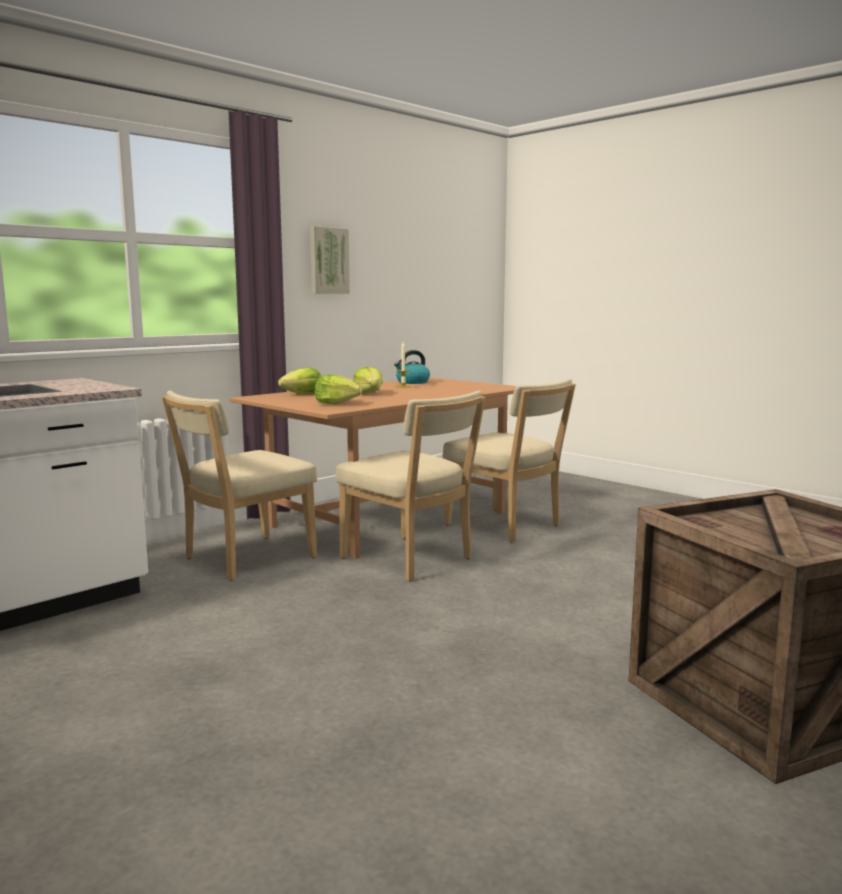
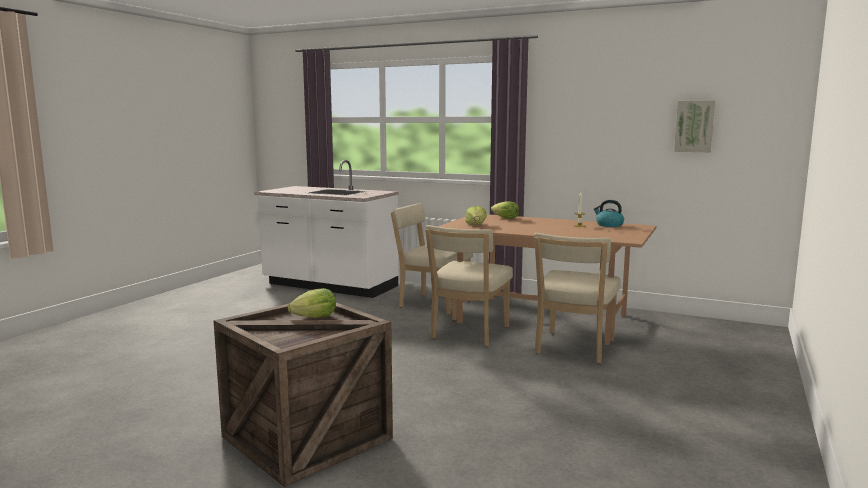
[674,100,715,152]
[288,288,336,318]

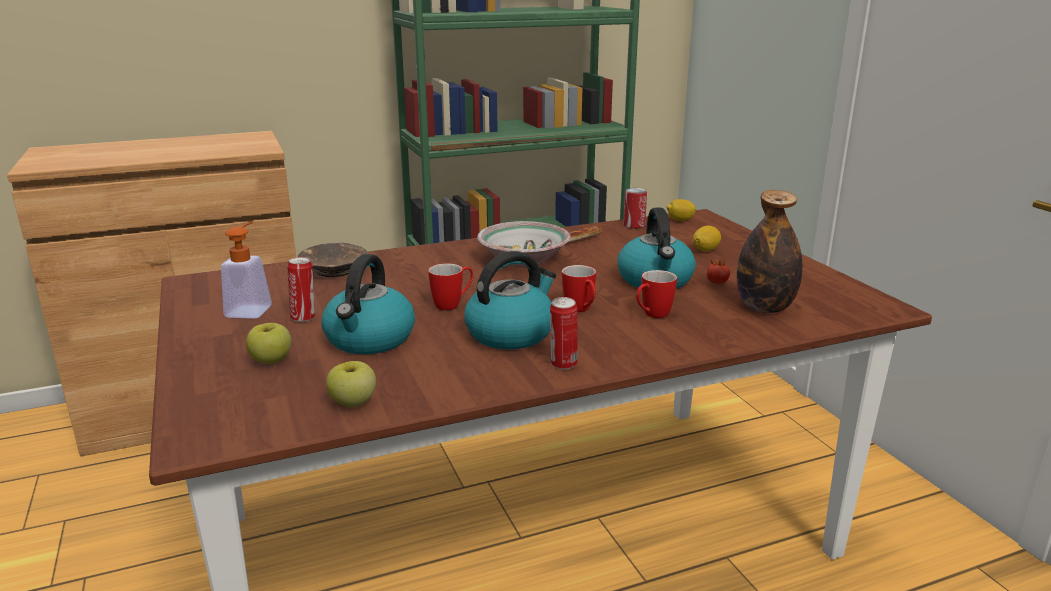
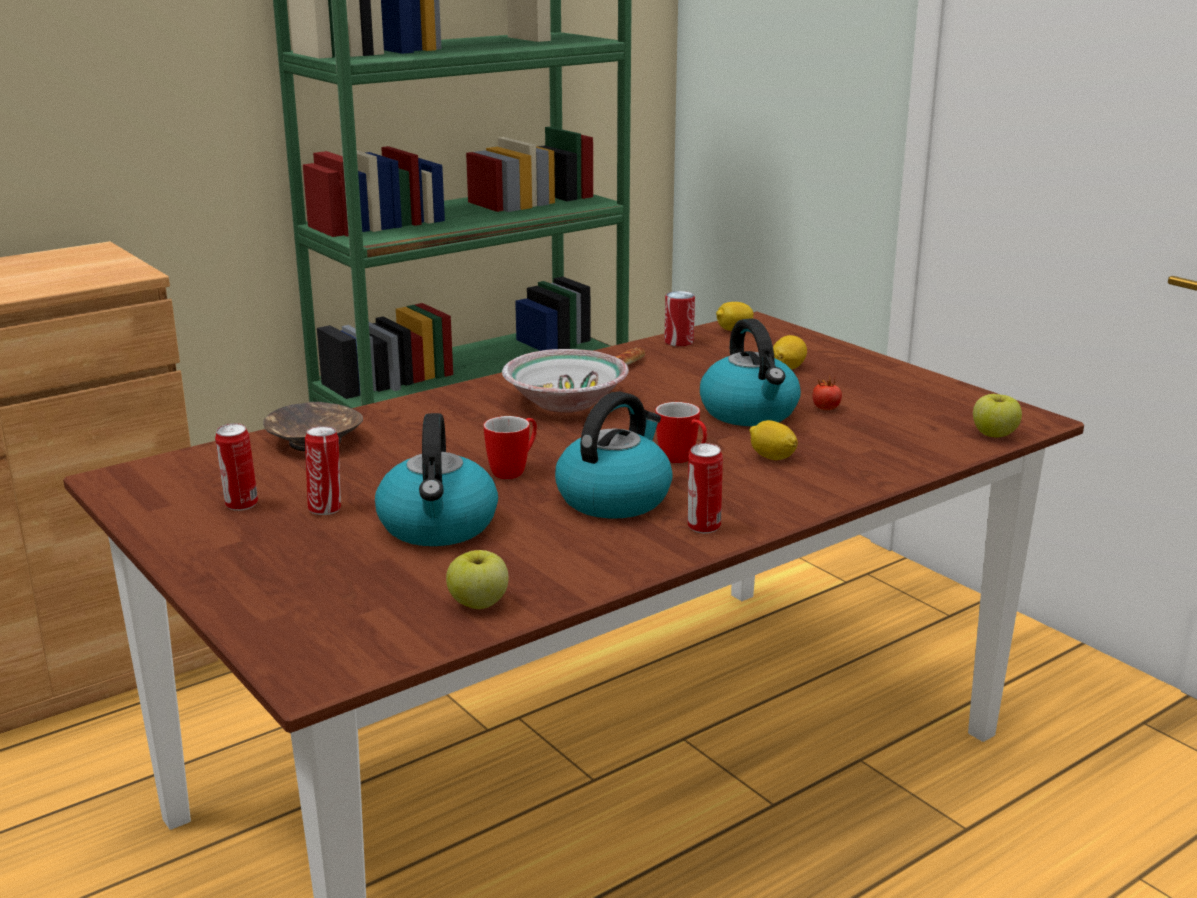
[737,190,802,313] (first image)
[215,423,258,511]
[749,420,798,460]
[973,394,1022,438]

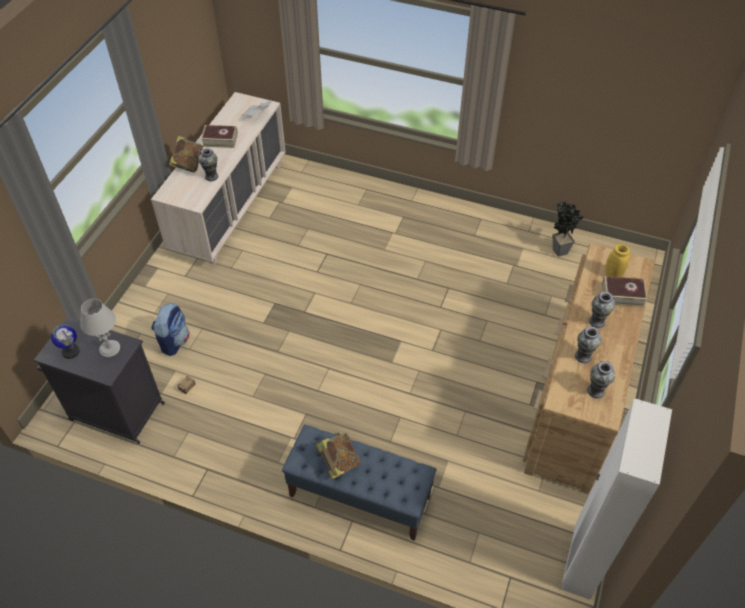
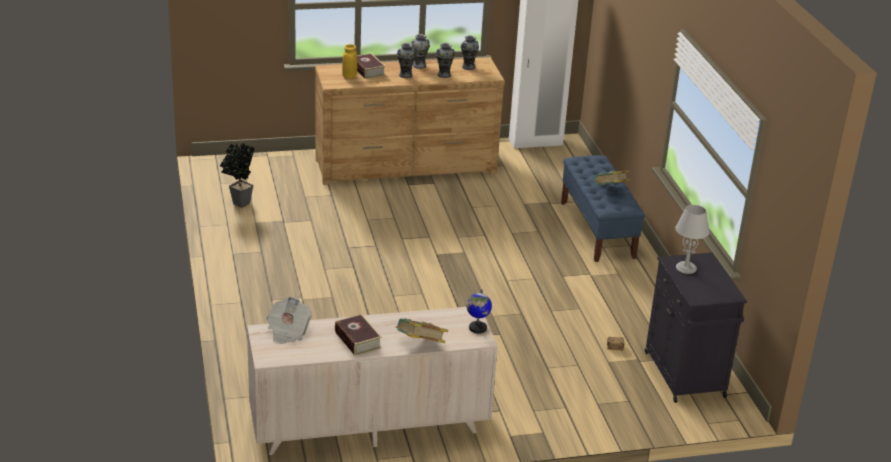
[411,34,430,69]
[152,303,190,356] (first image)
[466,289,492,334]

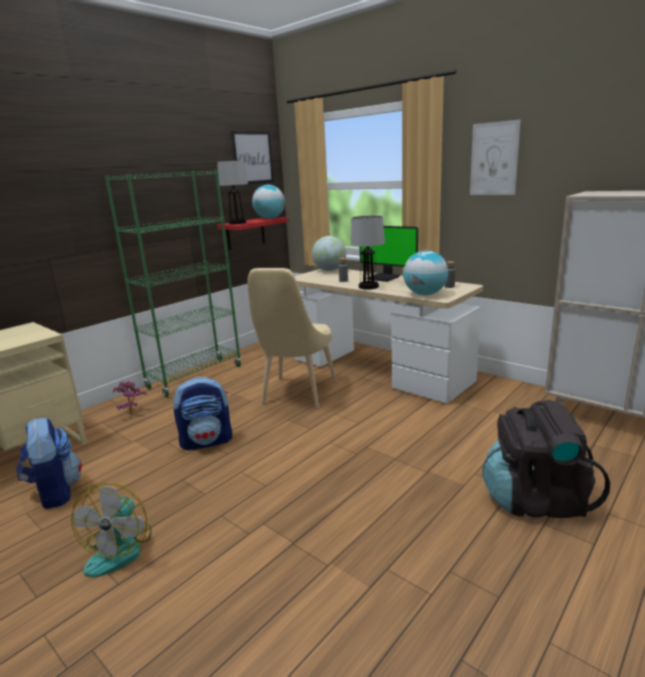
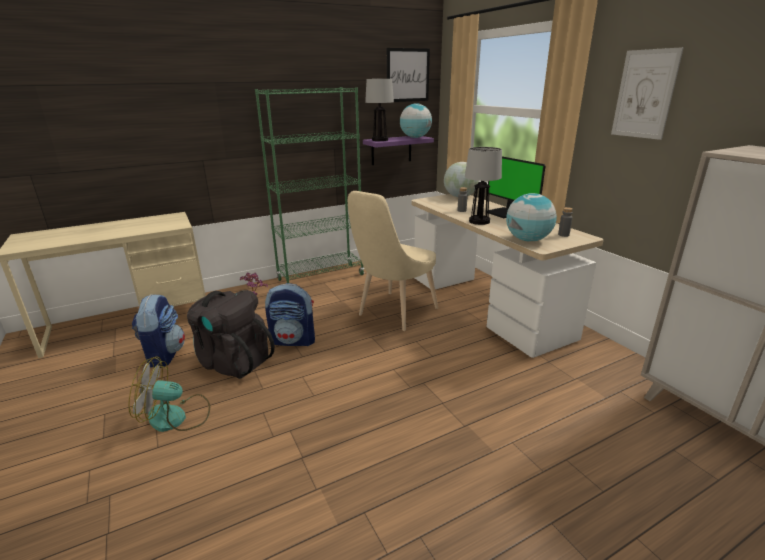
[363,136,434,165]
[187,290,275,379]
[128,356,210,432]

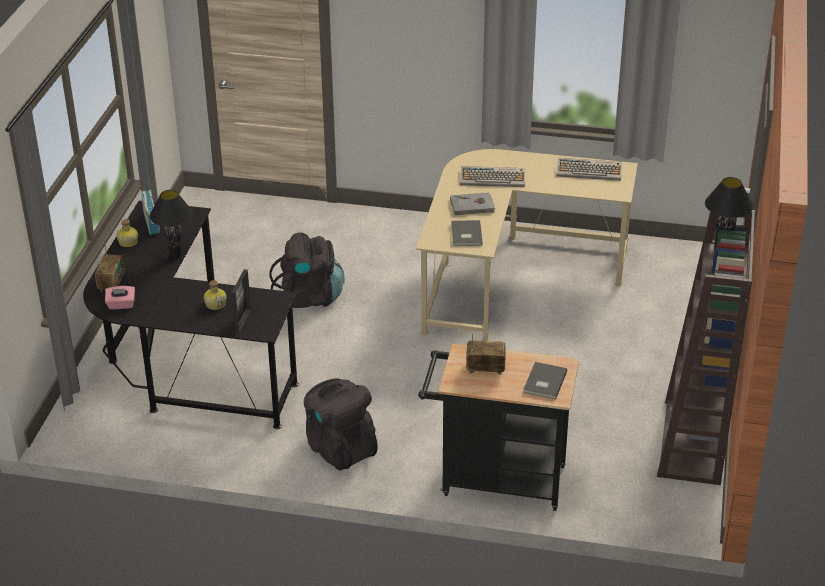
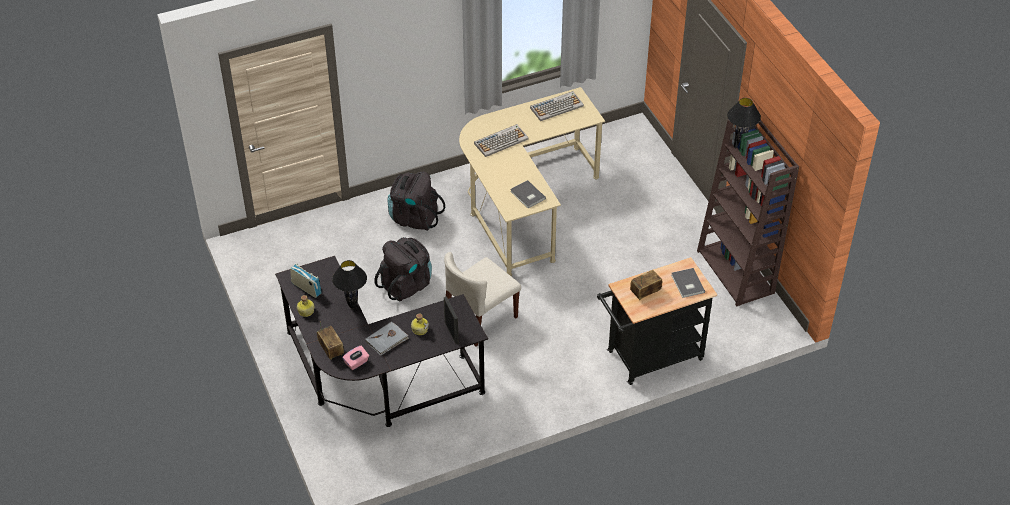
[365,322,409,356]
[388,171,445,231]
[444,252,521,347]

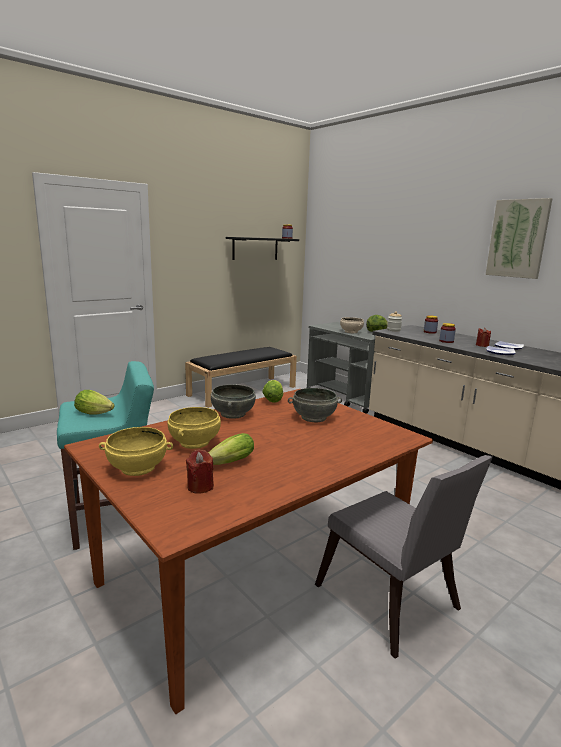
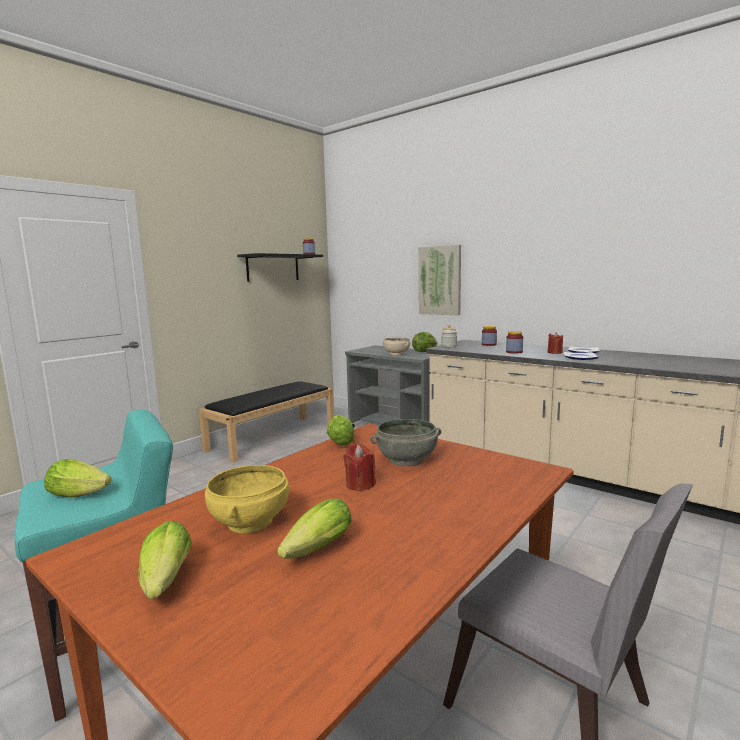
[418,245,461,315]
[211,384,256,419] (first image)
[138,521,192,599]
[344,444,376,491]

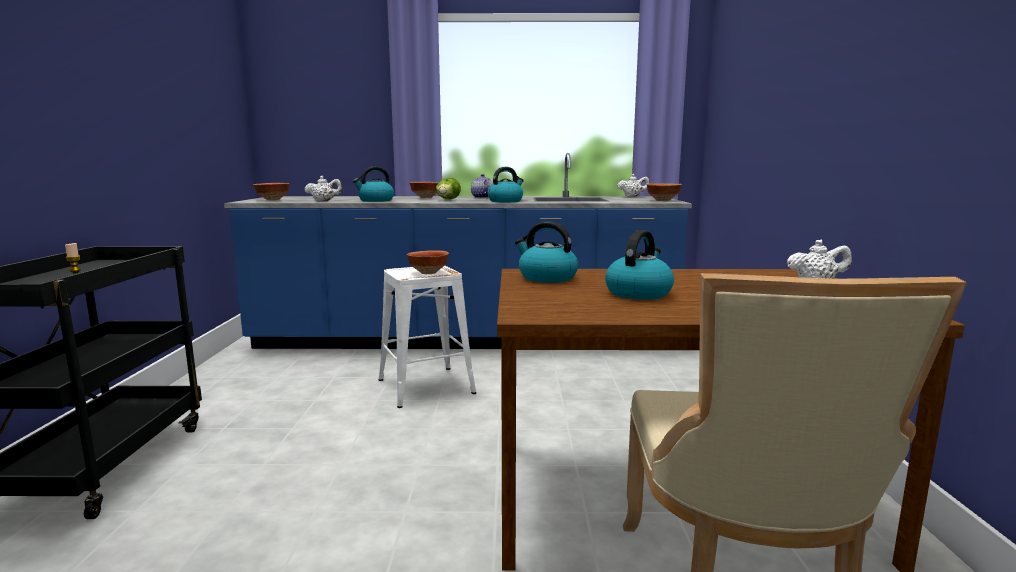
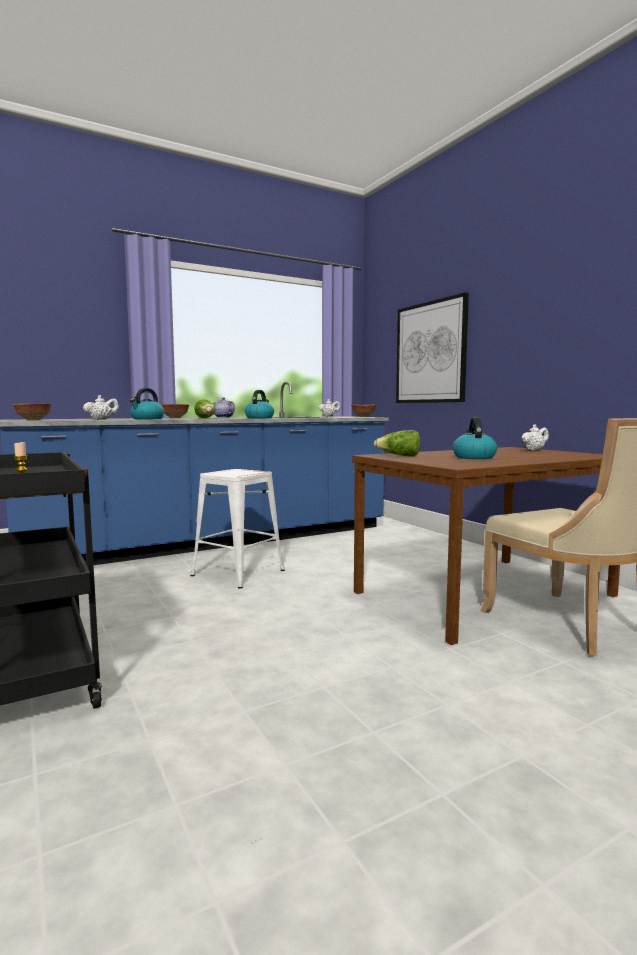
[373,430,420,456]
[407,250,449,274] (first image)
[396,292,469,403]

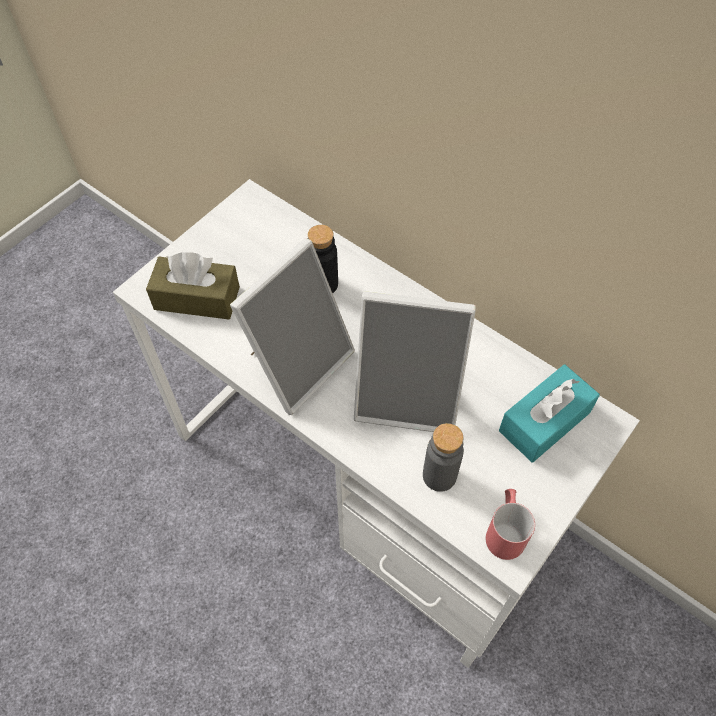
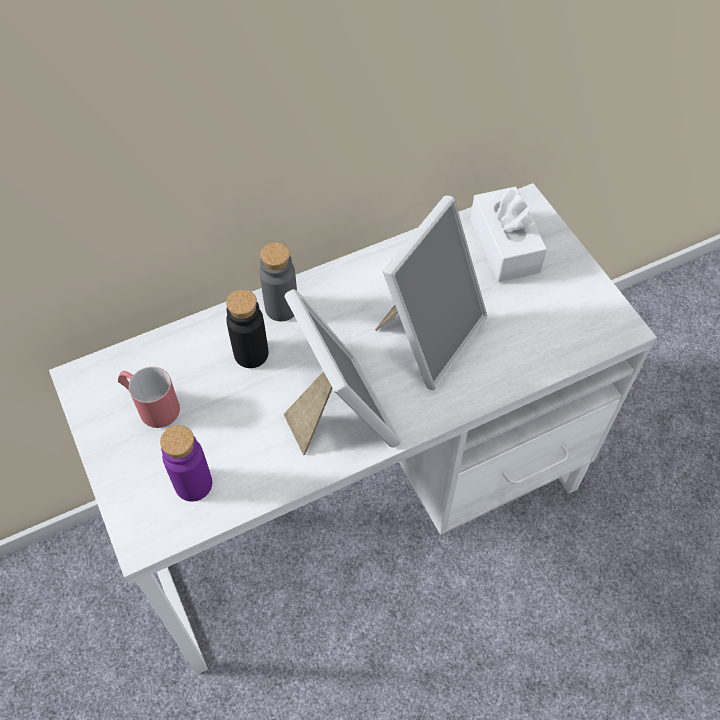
[160,425,212,502]
[470,187,547,282]
[259,242,297,321]
[118,367,180,428]

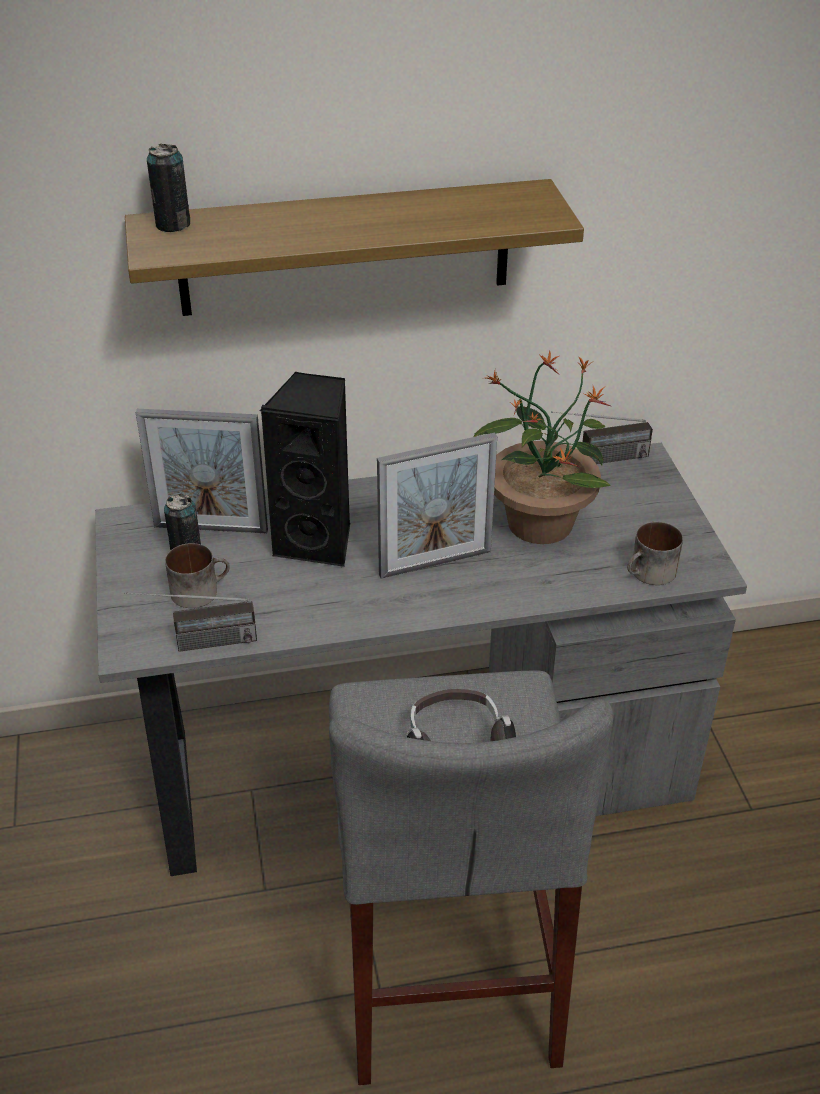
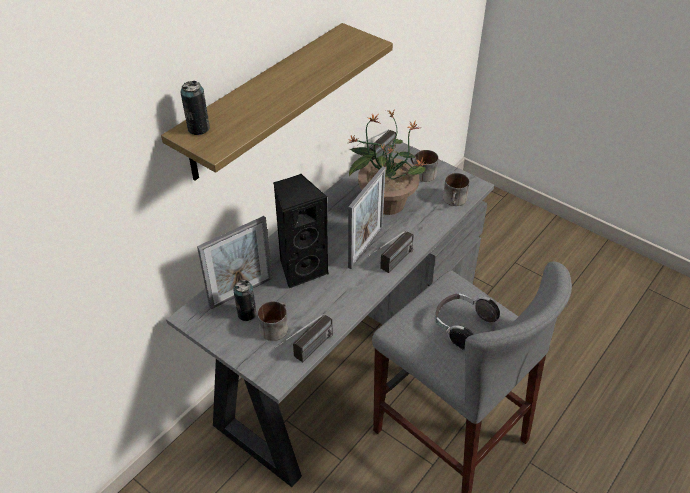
[410,150,438,182]
[368,231,414,273]

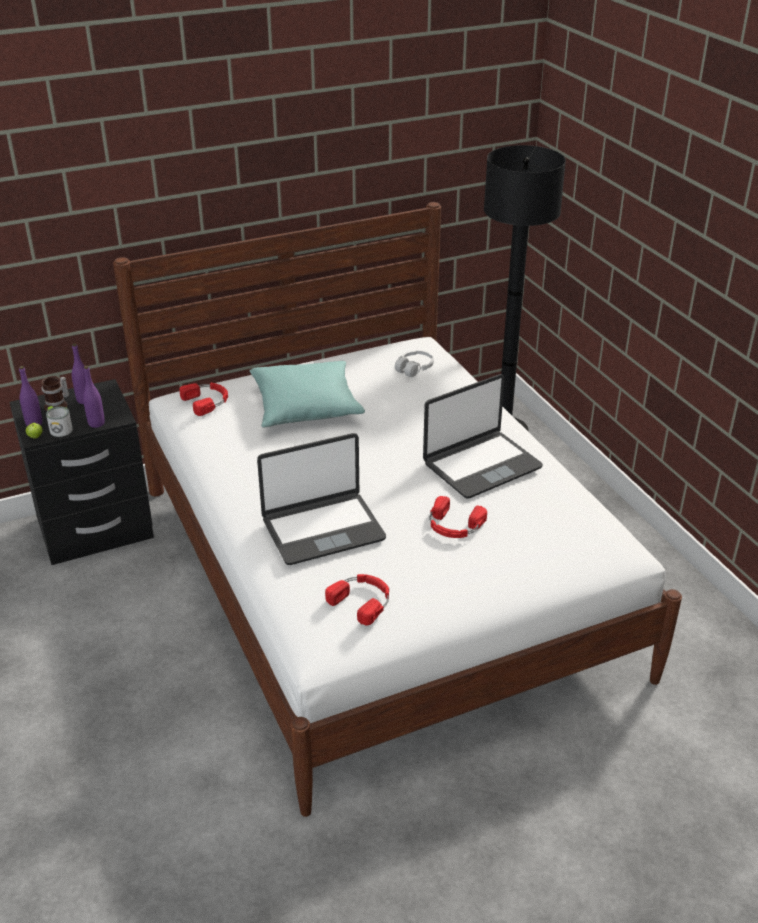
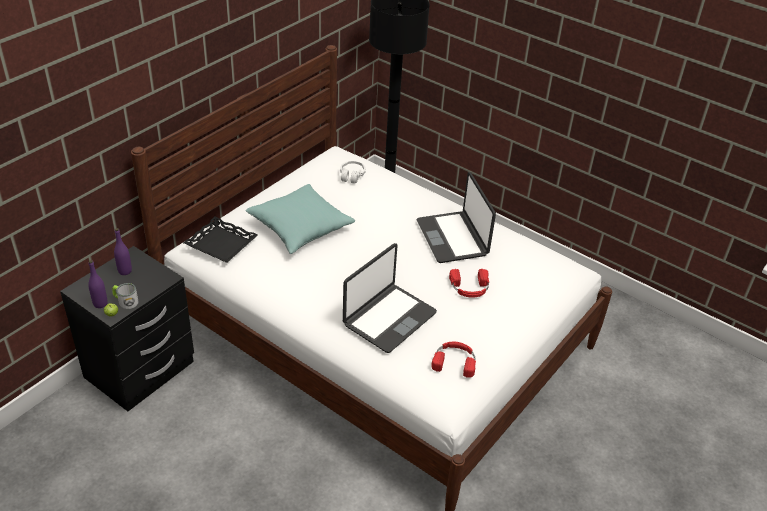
[83,366,105,428] (first image)
[417,172,496,263]
[41,376,69,411] (first image)
[183,217,258,263]

